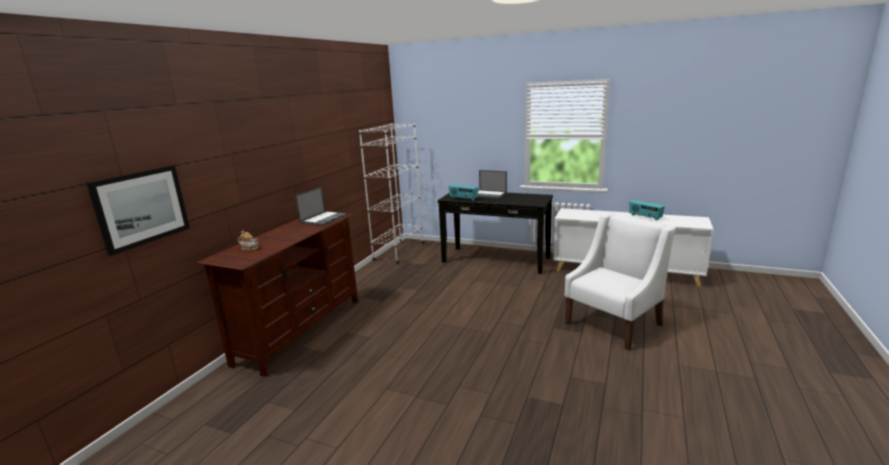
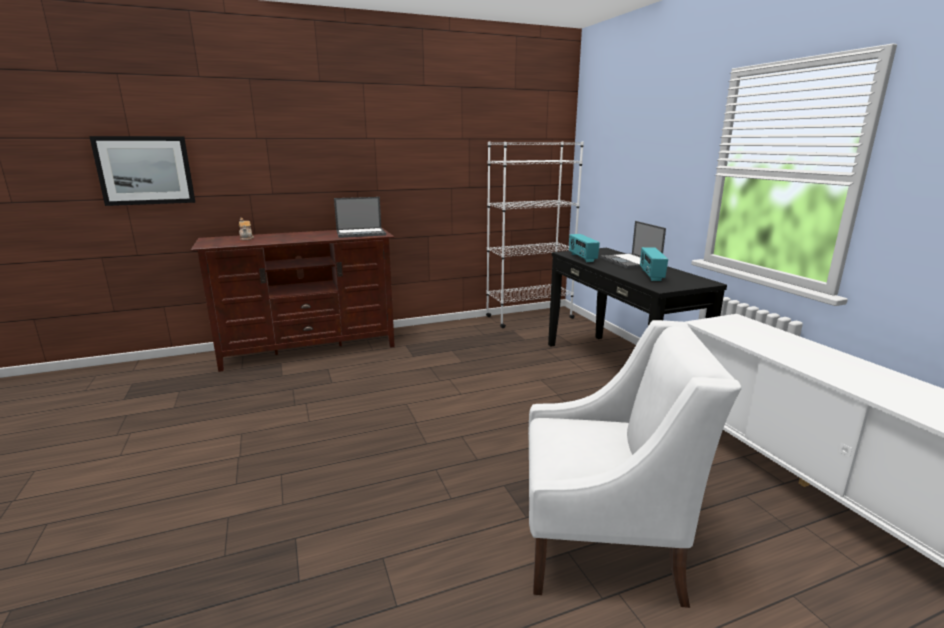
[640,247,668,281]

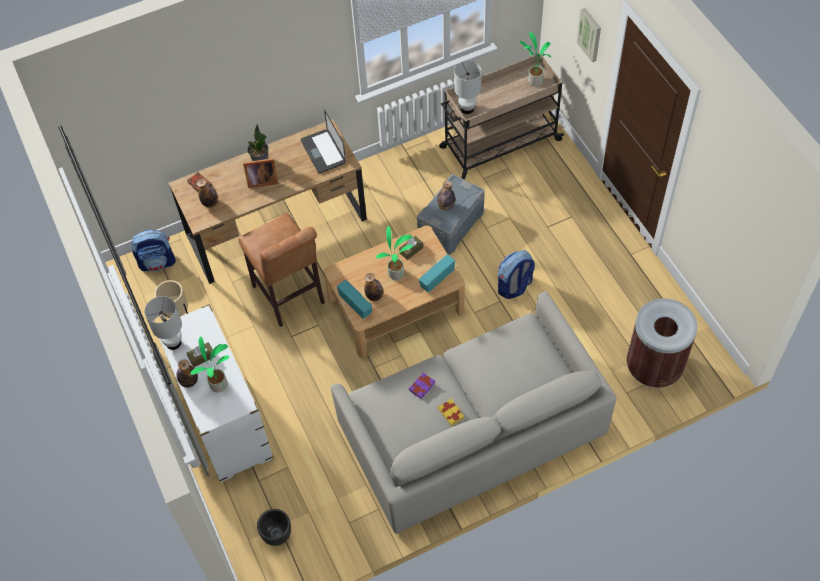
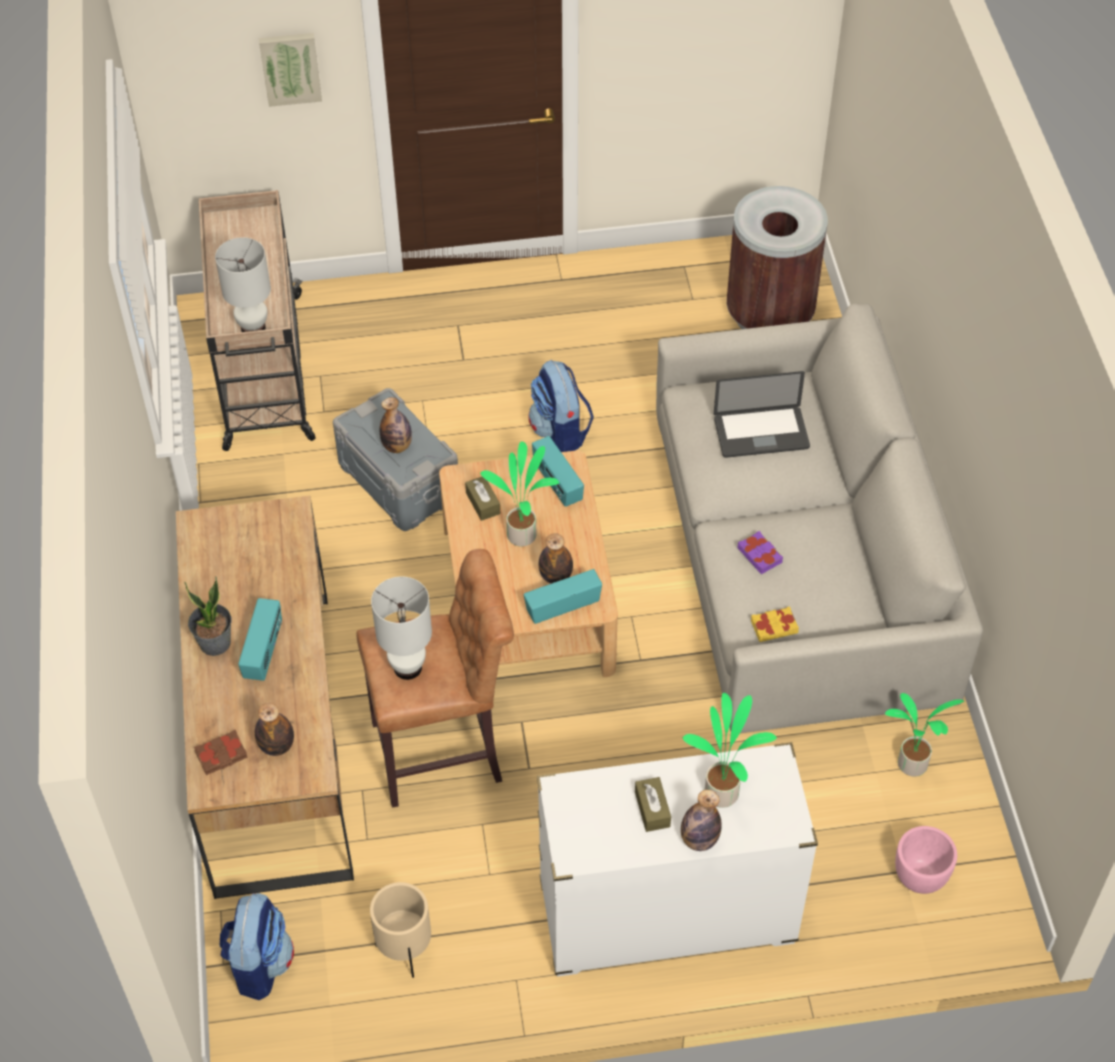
[885,693,964,776]
[714,371,810,458]
[238,598,282,681]
[371,576,432,680]
[751,606,799,642]
[895,826,957,894]

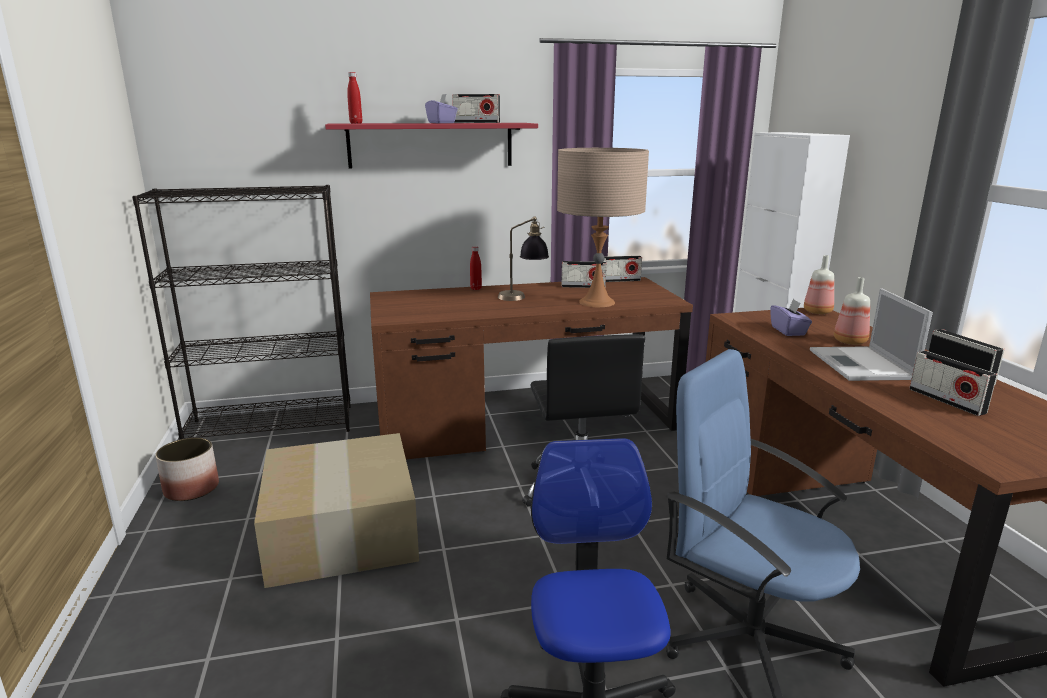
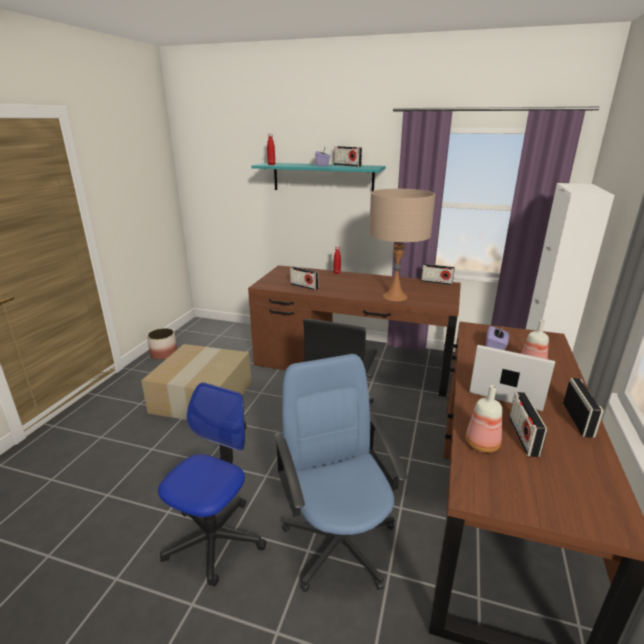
[251,163,386,191]
[132,185,351,440] (first image)
[498,216,549,301] (first image)
[466,385,502,453]
[290,266,318,290]
[470,345,555,411]

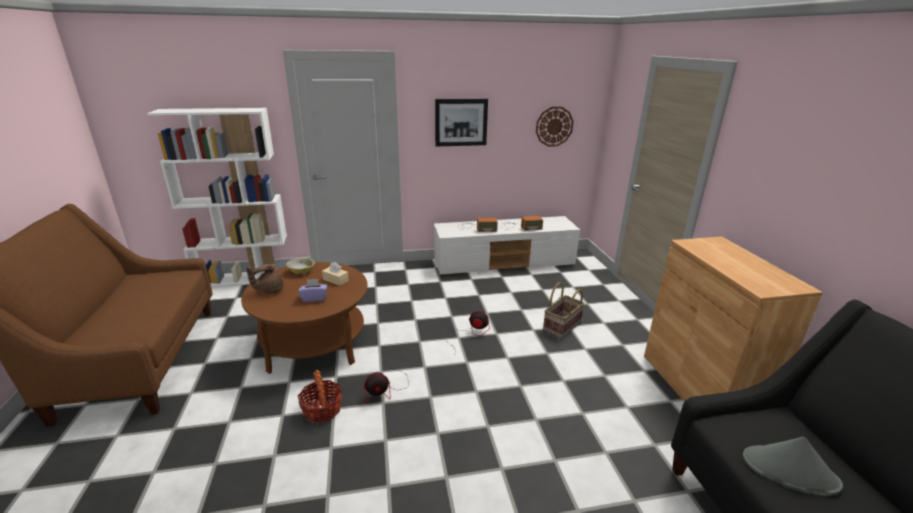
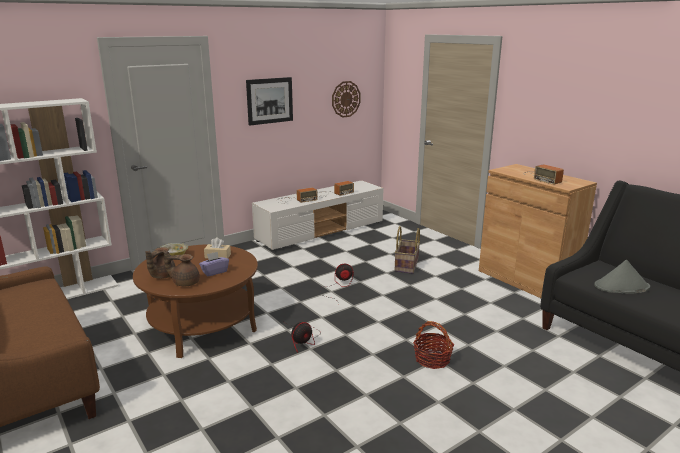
[413,321,454,369]
[523,164,564,185]
[163,250,200,287]

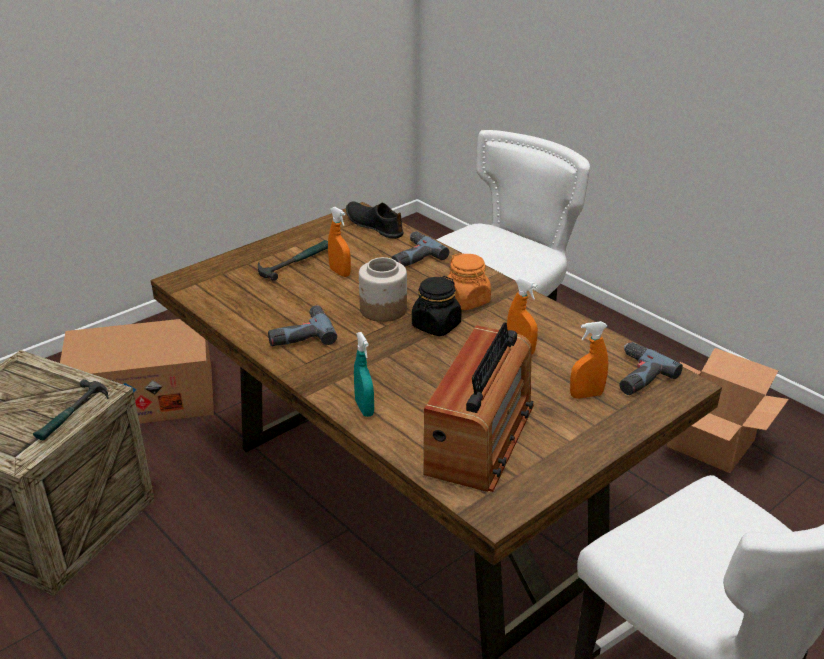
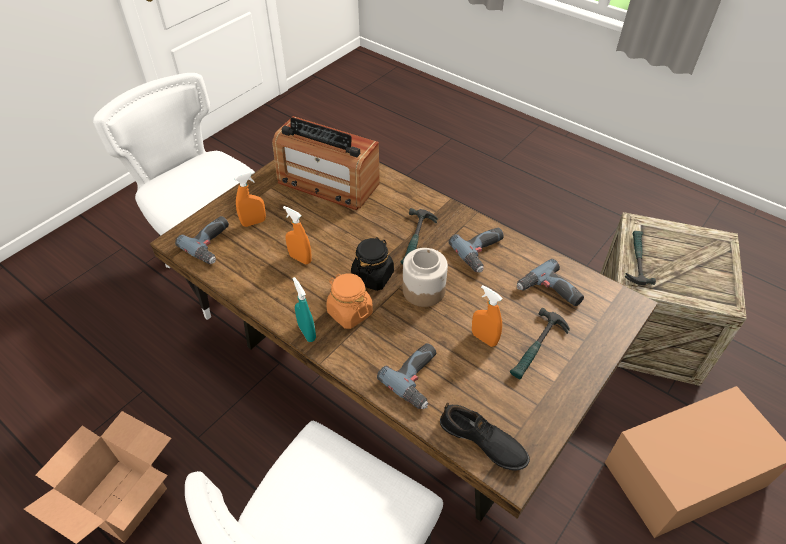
[272,116,380,210]
[292,277,316,342]
[401,208,438,264]
[517,259,584,306]

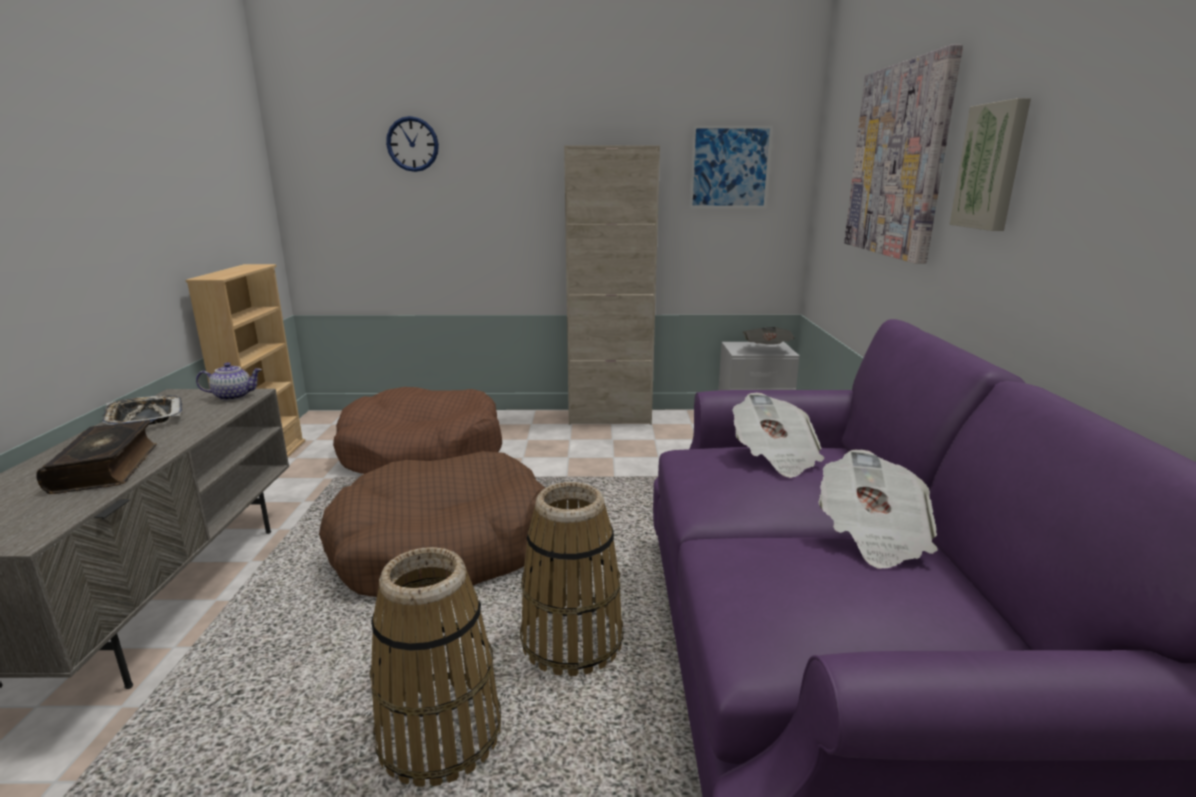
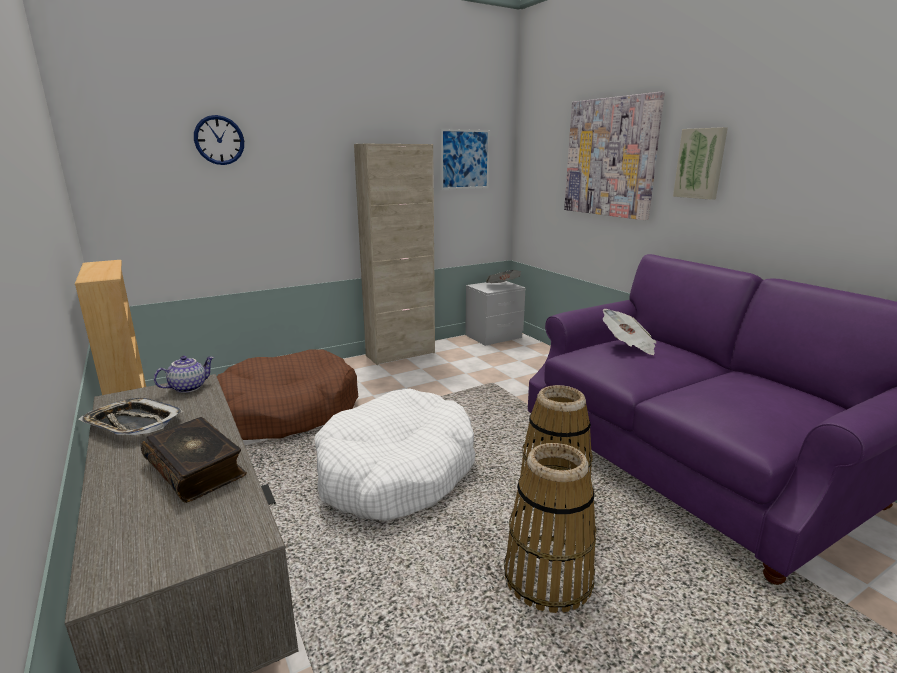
[818,450,938,569] (first image)
[315,388,476,521]

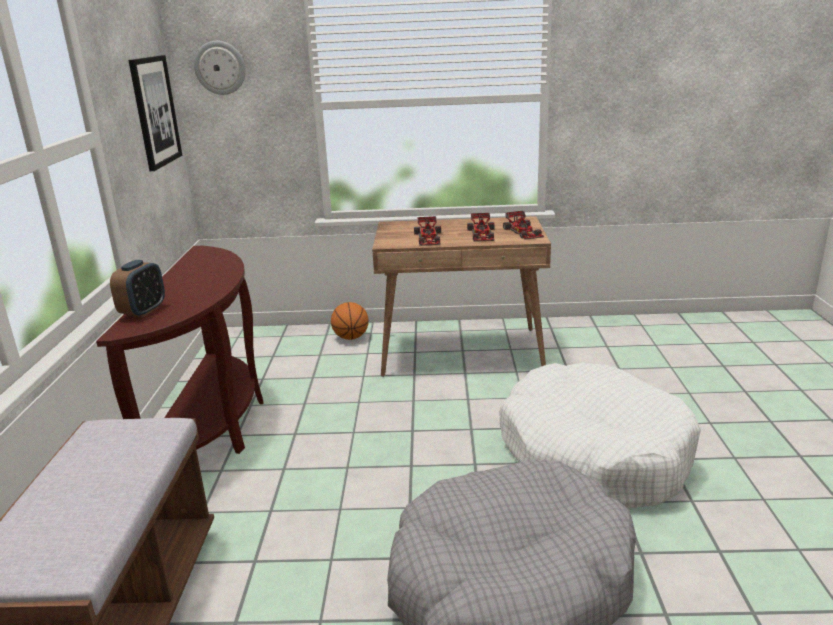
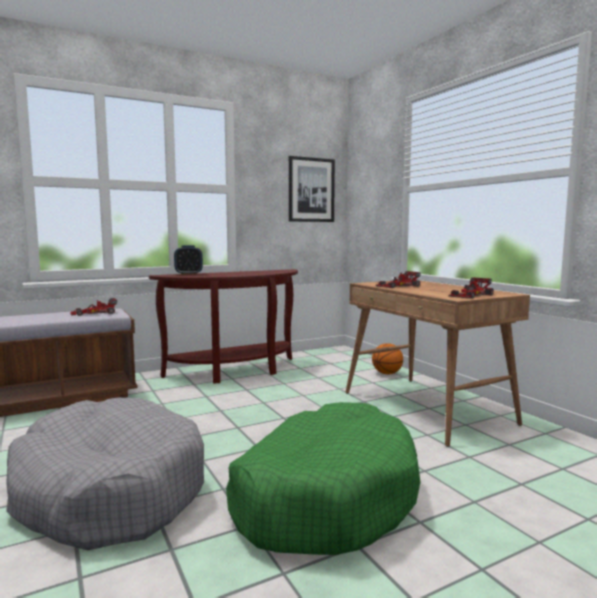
[194,41,246,95] (first image)
[70,298,117,316]
[226,402,420,555]

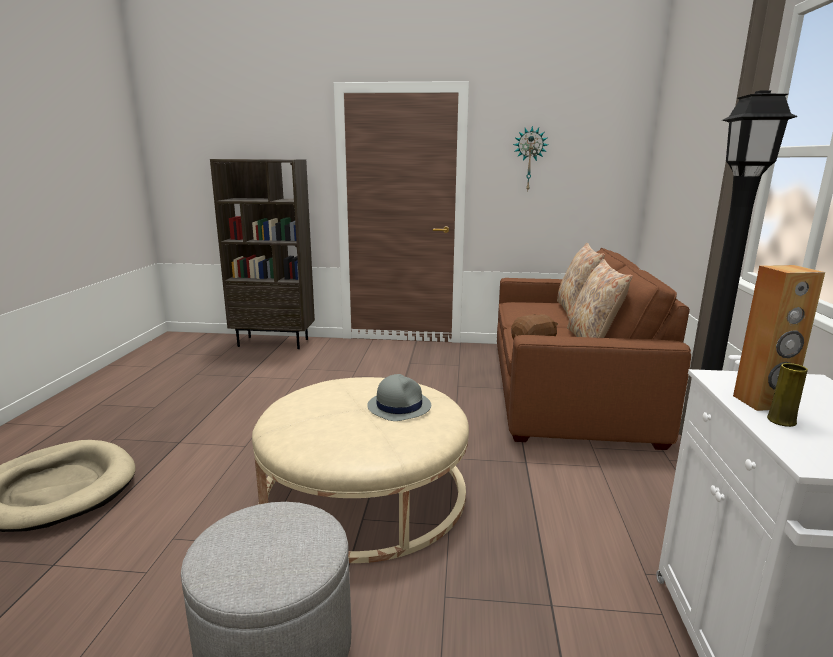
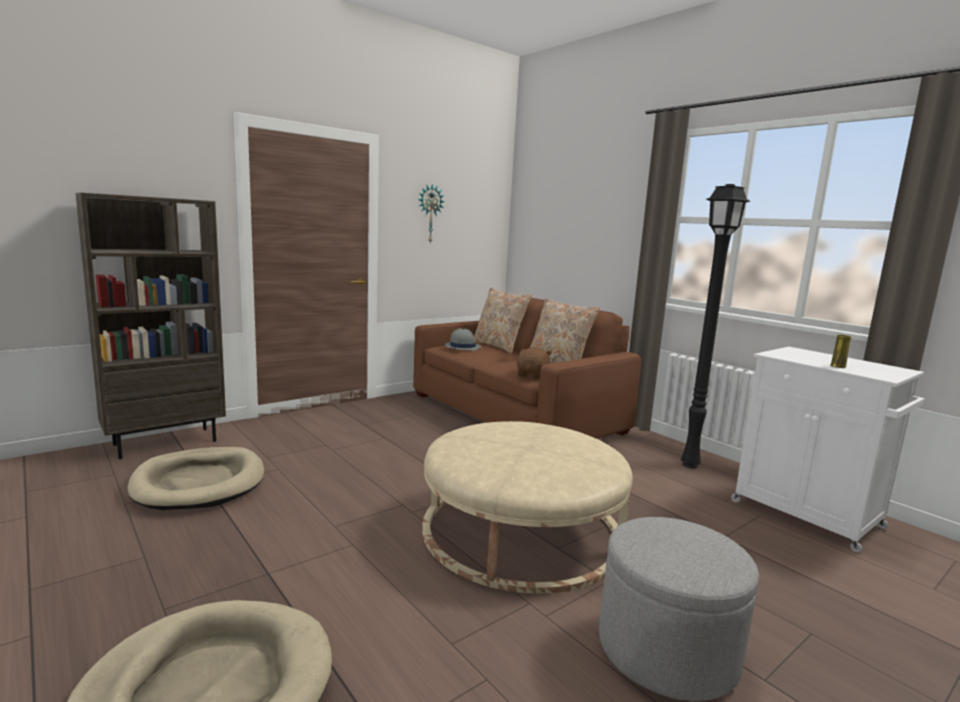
[733,265,825,411] (first image)
[445,329,481,351]
[128,447,264,510]

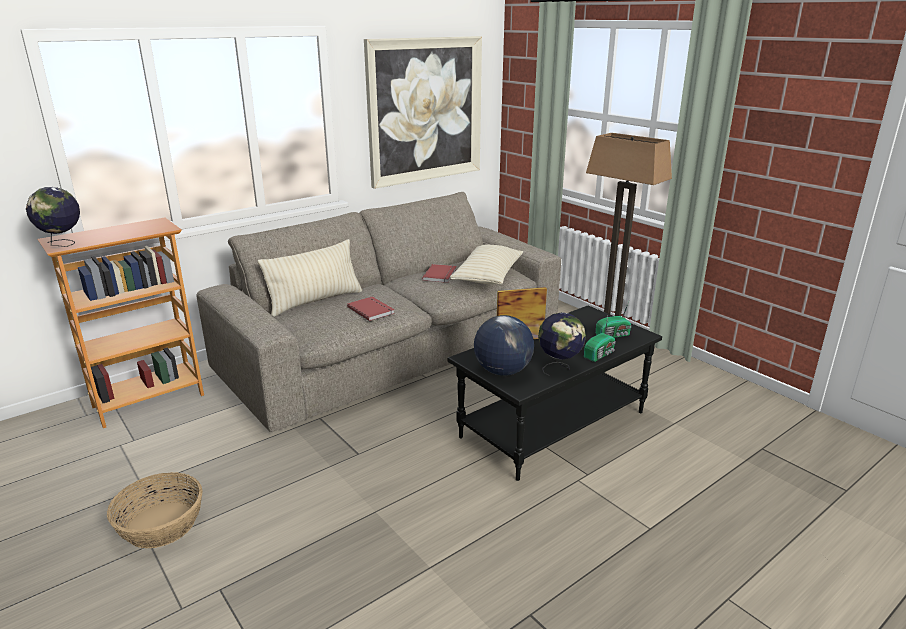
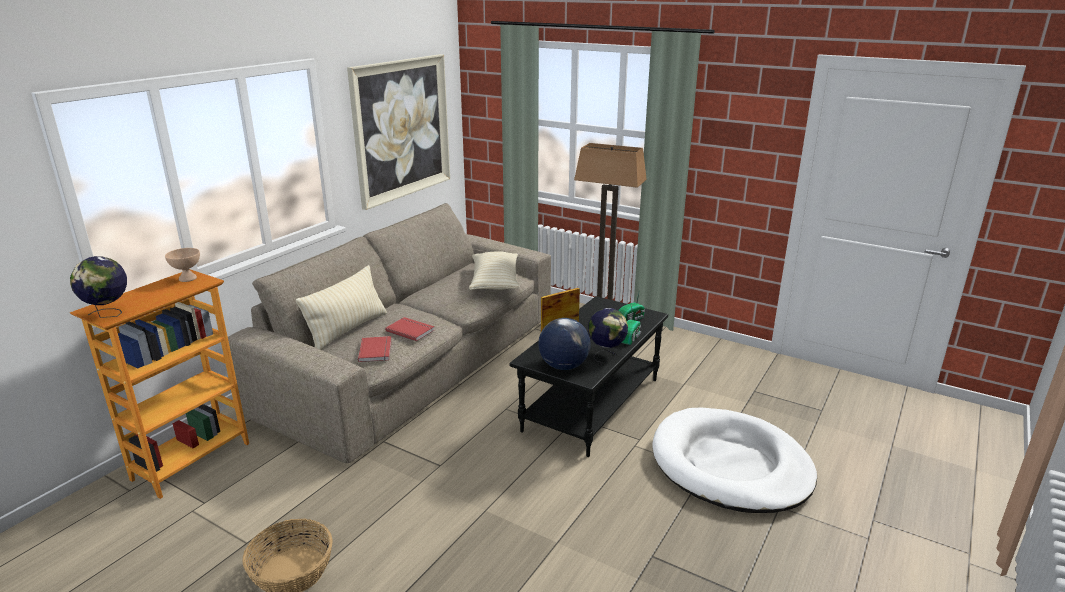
[358,336,392,362]
[165,248,200,282]
[652,408,817,513]

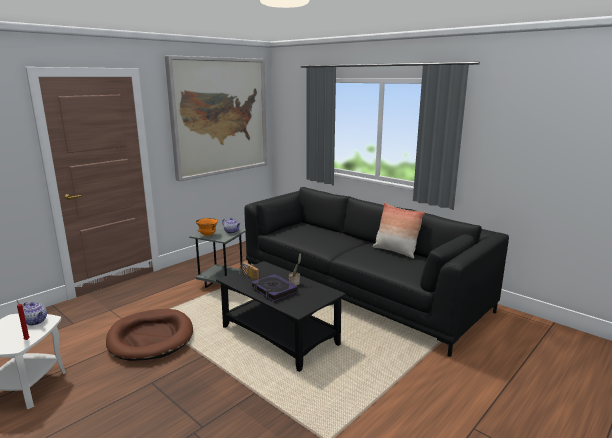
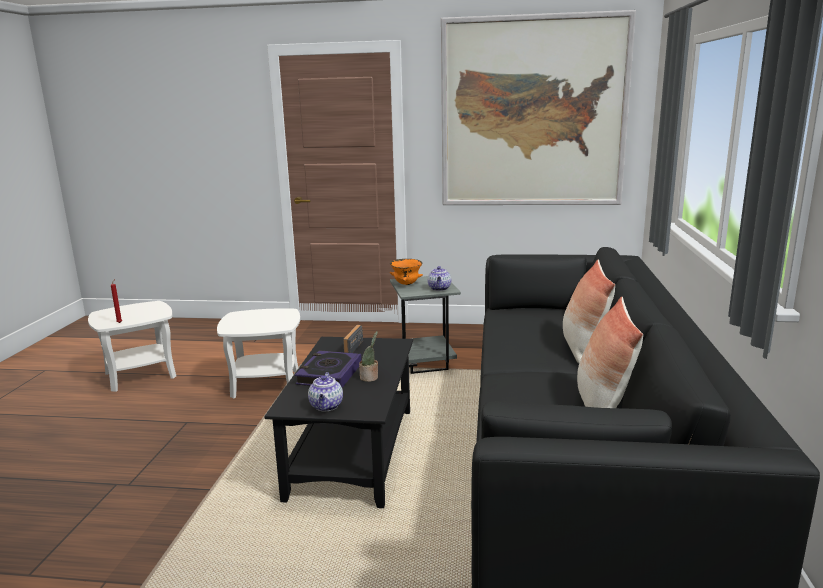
[308,372,343,411]
[217,308,300,399]
[563,260,615,363]

